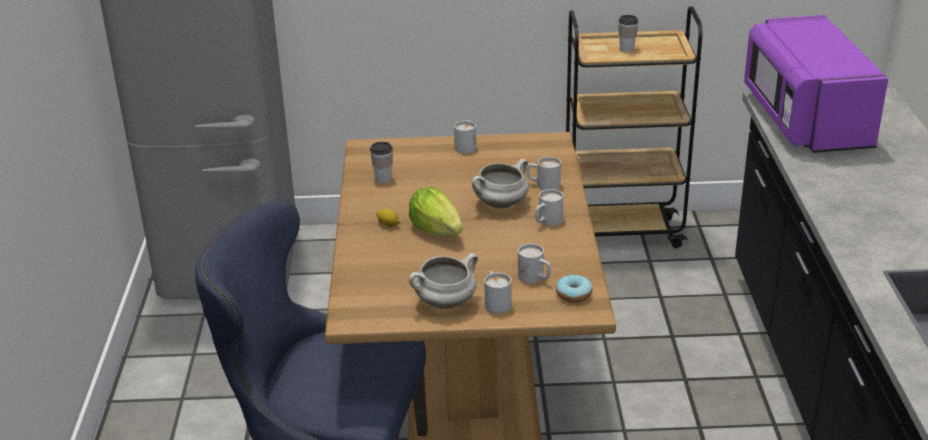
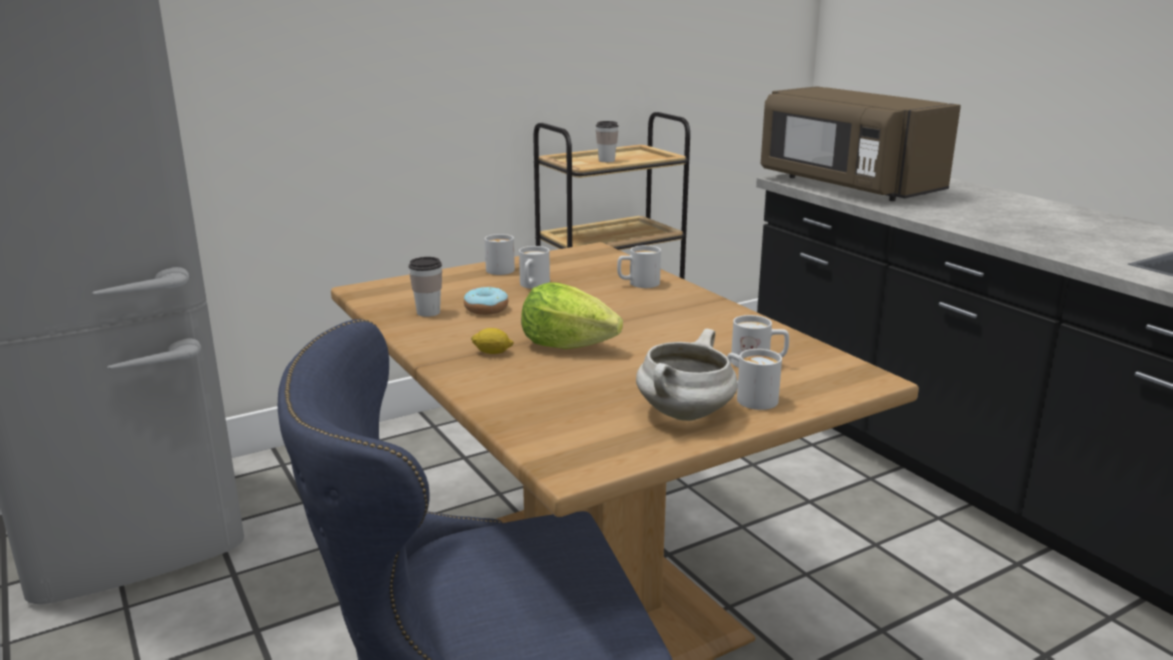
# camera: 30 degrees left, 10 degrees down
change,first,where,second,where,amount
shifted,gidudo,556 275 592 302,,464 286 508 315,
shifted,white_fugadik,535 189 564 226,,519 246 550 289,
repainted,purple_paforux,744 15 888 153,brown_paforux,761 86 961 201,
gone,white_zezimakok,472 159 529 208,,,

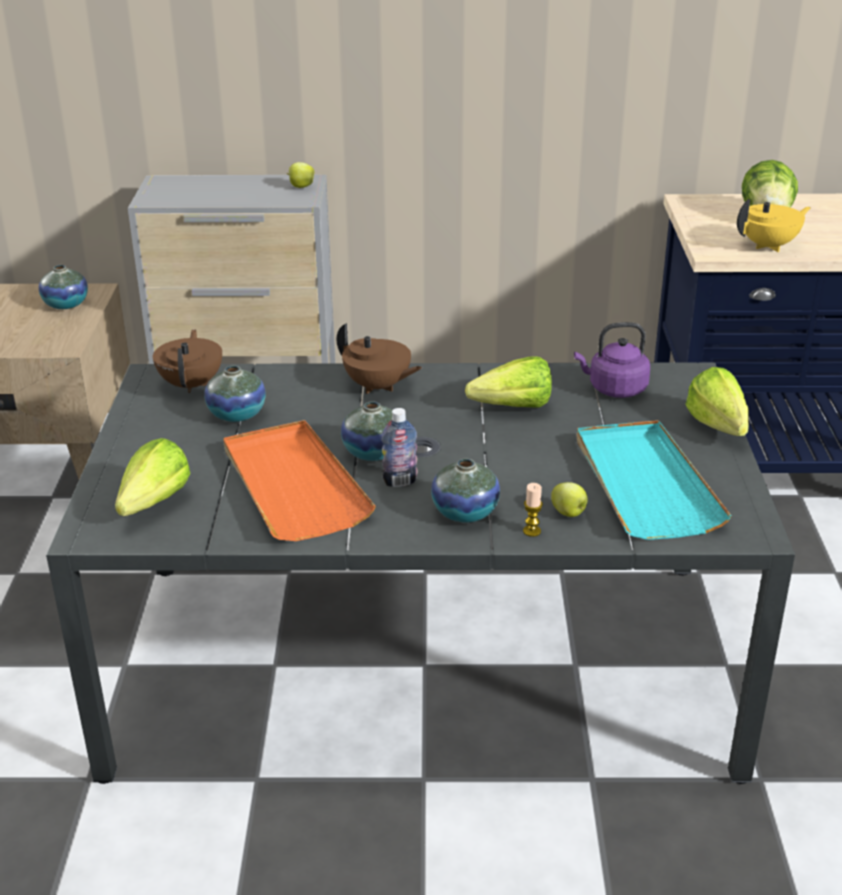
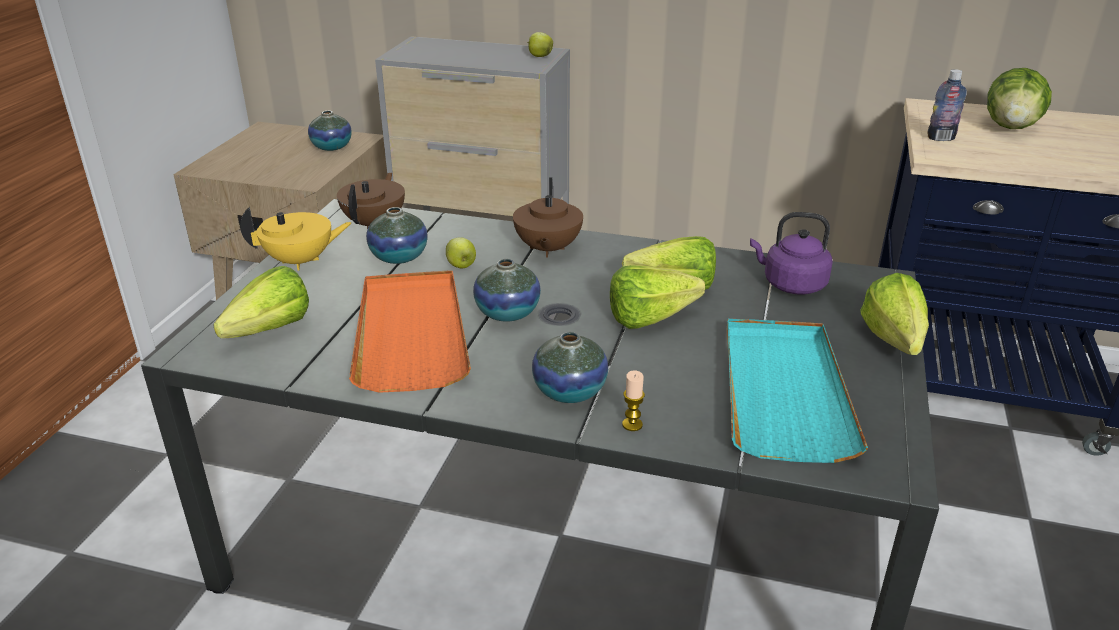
# camera: 15 degrees right, 0 degrees up
change,first,where,second,where,amount
shifted,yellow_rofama,737 199 811 252,,240 207 352 271,
shifted,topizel,551 482 588 517,,446 237 476 268,
rotated,brown_rofama,337 323 422 394,,513 177 583 258,45 degrees clockwise
new,,,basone,610 265 705 329,
shifted,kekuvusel,382 408 417 487,,928 69 967 141,

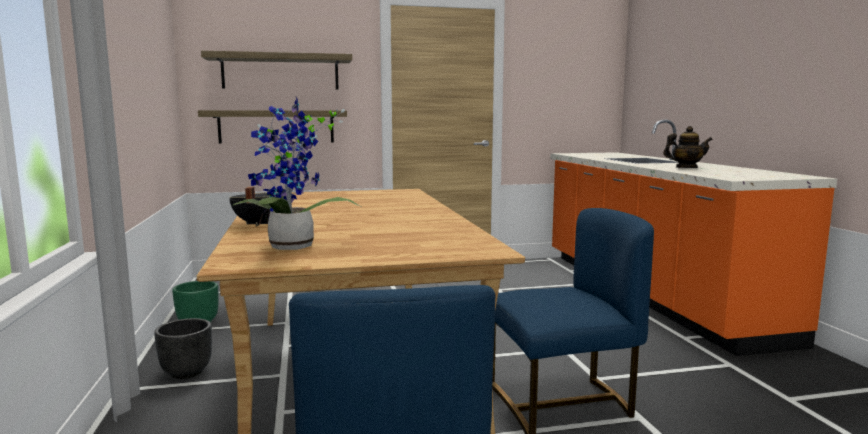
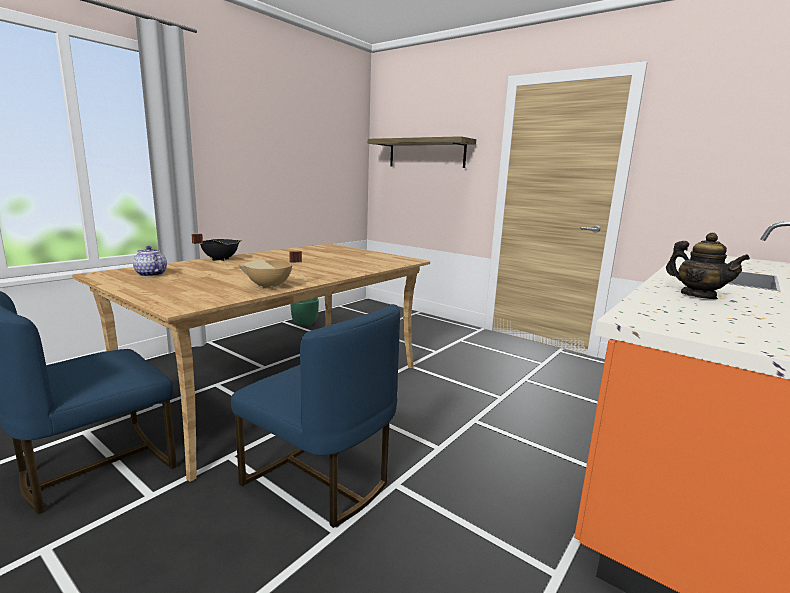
# camera: 50 degrees right, 5 degrees up
change,first,where,second,where,amount
swapped,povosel,232 97 360 250,rofama,133 246 167 277,
new,,,beige_zezimakok,238 251 302 290,
gone,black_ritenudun,154 318 212 379,,,
gone,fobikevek,198 110 347 144,,,

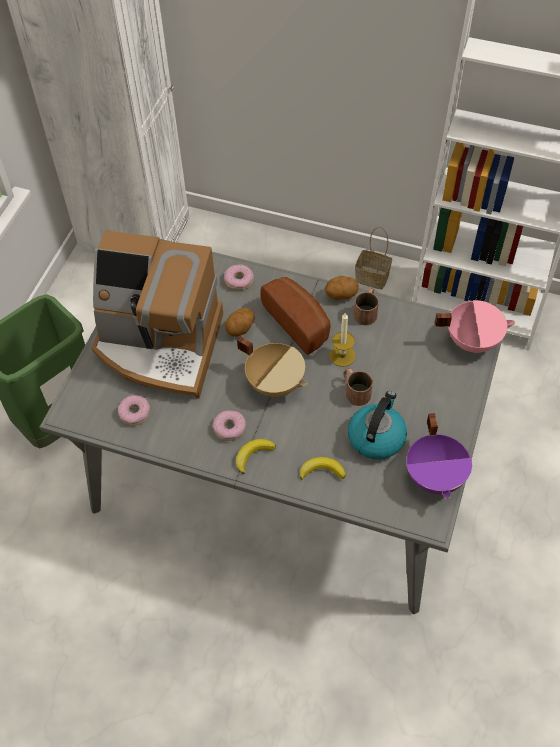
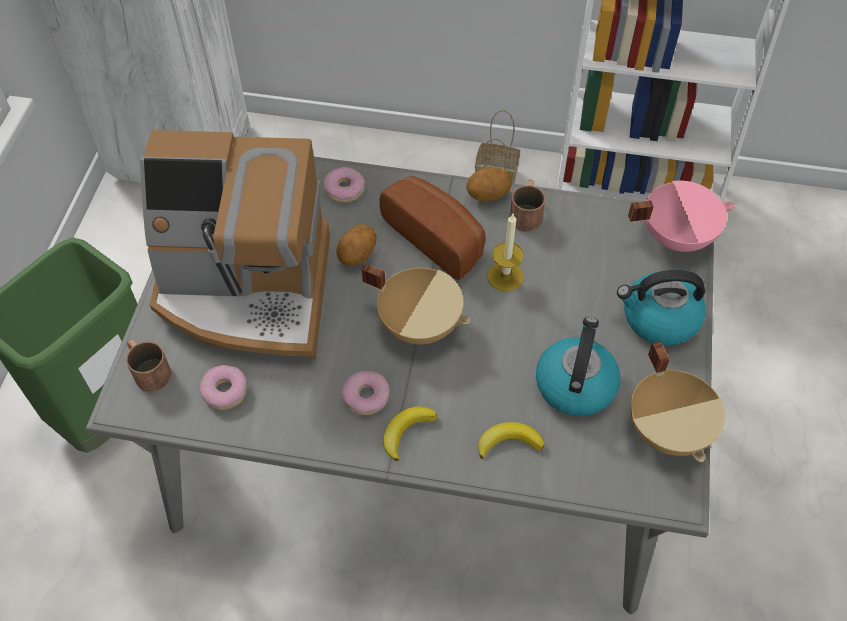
# camera: 10 degrees left, 0 degrees up
change,first,where,second,where,amount
shifted,brown_fugadik,343 368 373 406,,126 339 172 392,
new,,,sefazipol,617 270 706 346,
repainted,purple_zezimakok,406 413 472 499,beige_zezimakok,631 341 726 462,

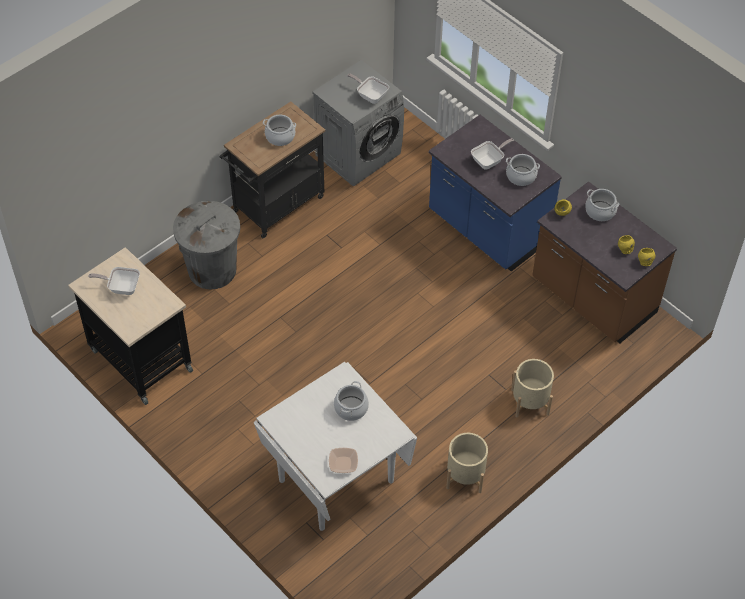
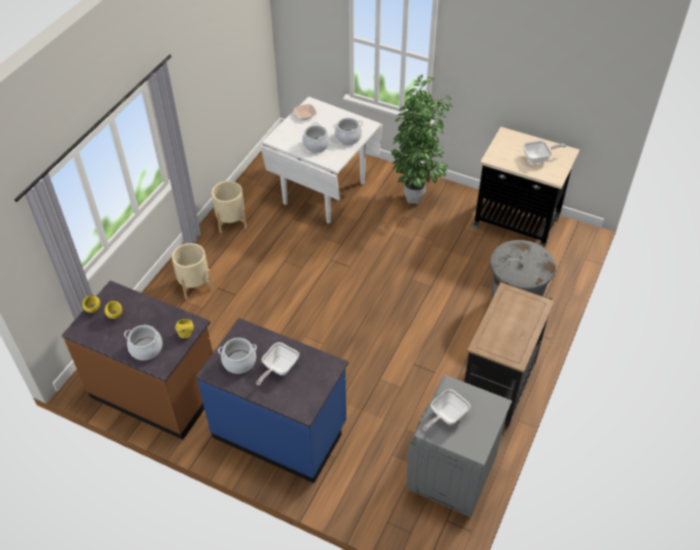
# camera: 160 degrees right, 5 degrees down
change,first,where,second,where,amount
shifted,zezimakok,263 114 296 146,,333 118 363 145,
new,,,povosel,390 75 453 204,
rotated,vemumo,347 73 389 104,,423 389 470 431,120 degrees clockwise

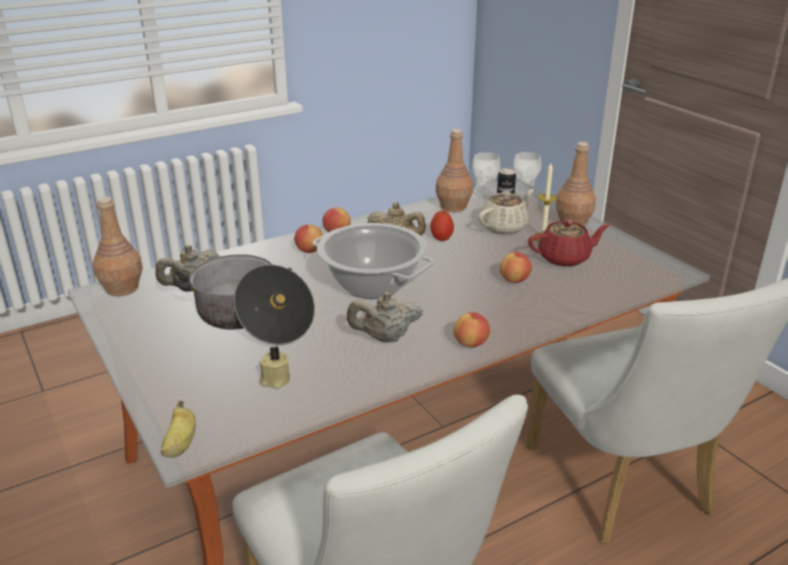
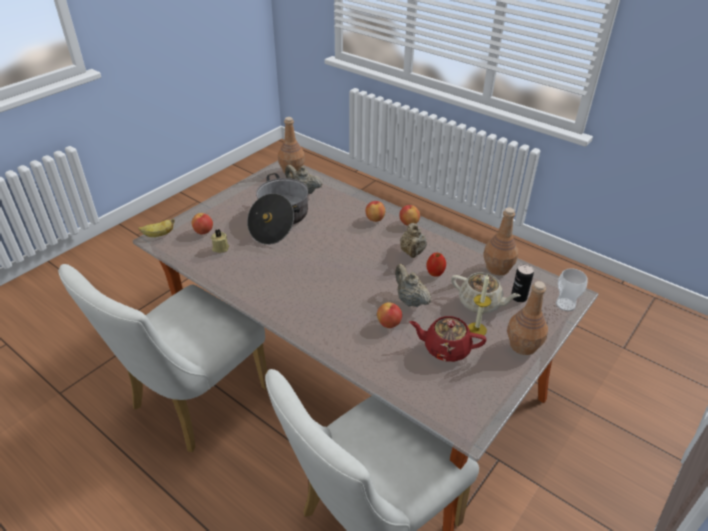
# camera: 70 degrees right, 10 degrees up
change,first,where,second,where,amount
shifted,topizel,453 312 490 347,,192 213 213 235,
shifted,beige_rofama,347 292 423 342,,395 264 431 307,
rotated,red_rofama,528 220 609 266,,409 316 486 362,135 degrees clockwise
gone,zezimakok,312 223 435 299,,,
gone,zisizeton,472 152 500 197,,,

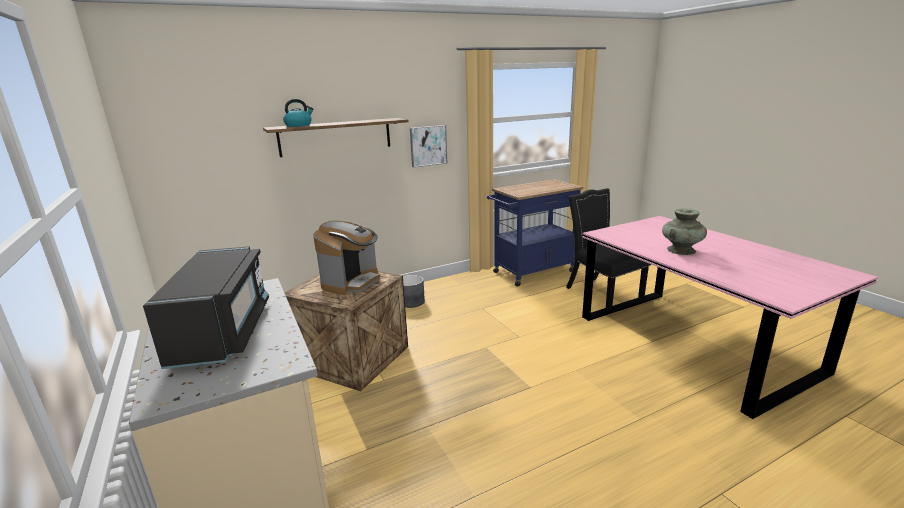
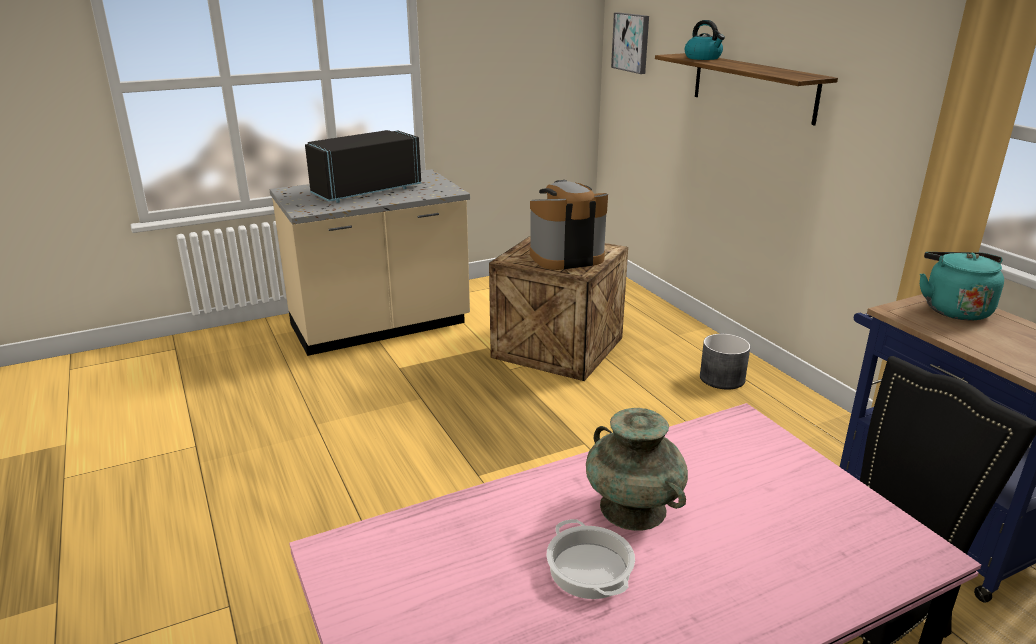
# camera: 90 degrees right, 5 degrees up
change,first,where,second,where,amount
rotated,black_paforux,143 246 269 369,,305 130 421 203,150 degrees clockwise
rotated,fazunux,313 221 380 295,,530 180 608 270,135 degrees clockwise
new,,,zezimakok,546 519 635 599,
shifted,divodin,410 125 447 167,,611 12 649 74,
new,,,turquoise_sefazipol,920 252 1004 321,

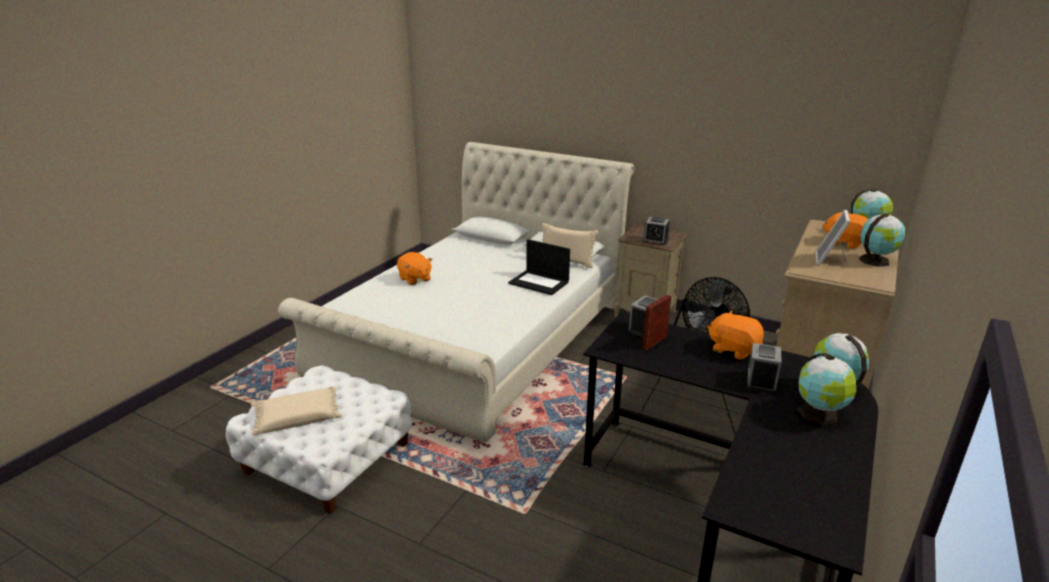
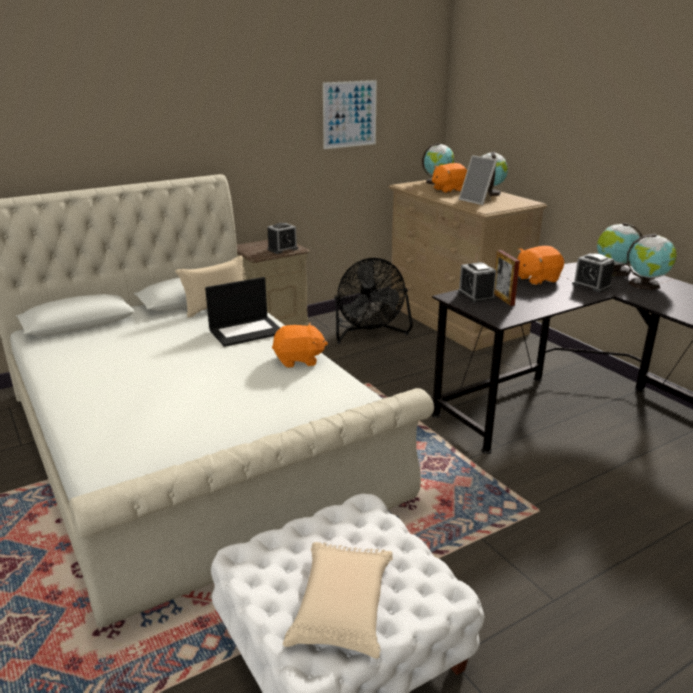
# camera: 60 degrees left, 0 degrees up
change,first,where,second,where,amount
shifted,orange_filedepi,397 252 432 285,,272 323 328 368,
new,,,divodin,323 80 377 149,

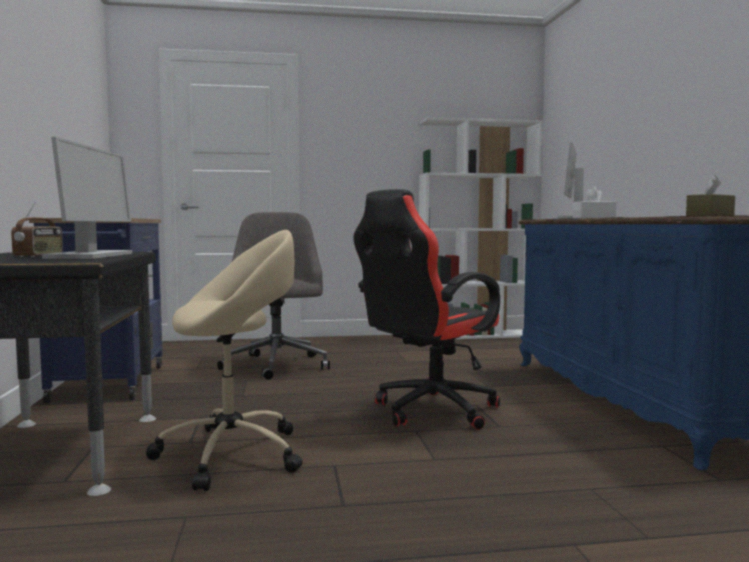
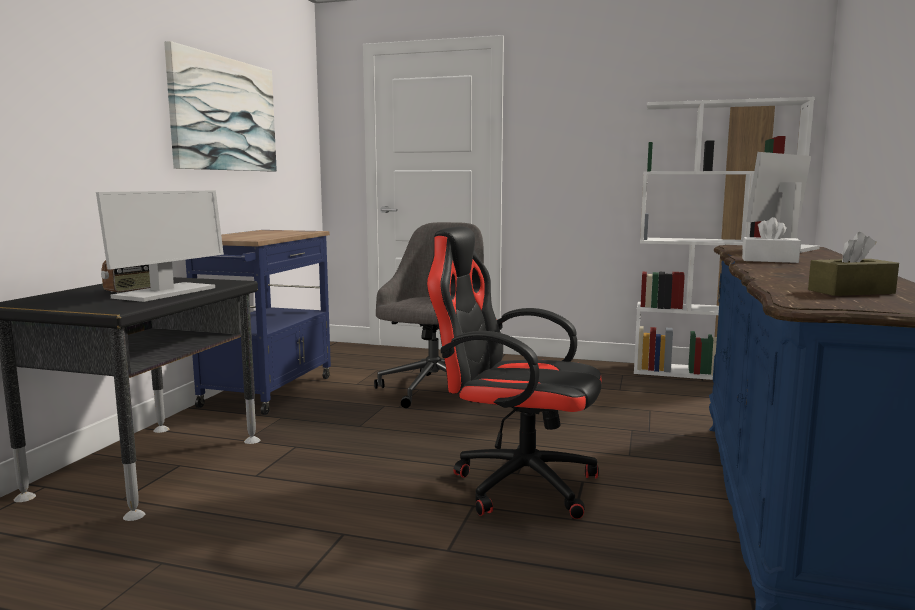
# camera: 25 degrees right, 5 degrees up
change,first,where,second,where,amount
new,,,divodin,164 41 277 172,
rotated,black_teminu,353 189 500 430,,427 226 602 519,45 degrees clockwise
gone,beige_teminu,146 230 303 491,,,

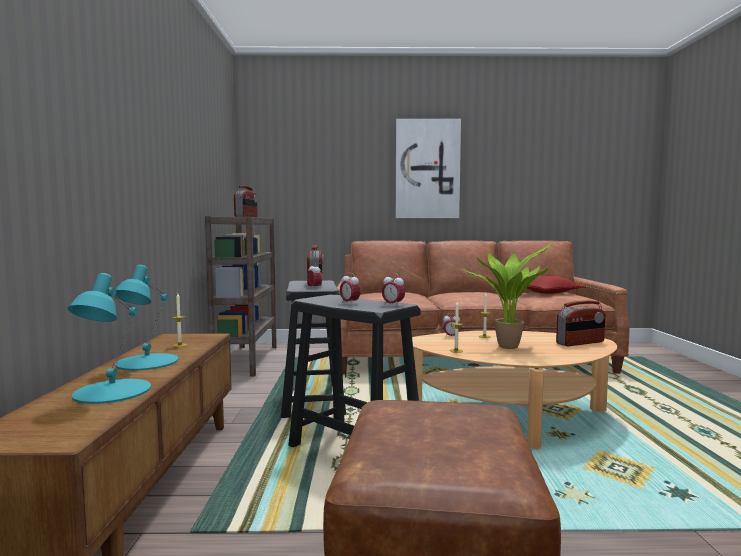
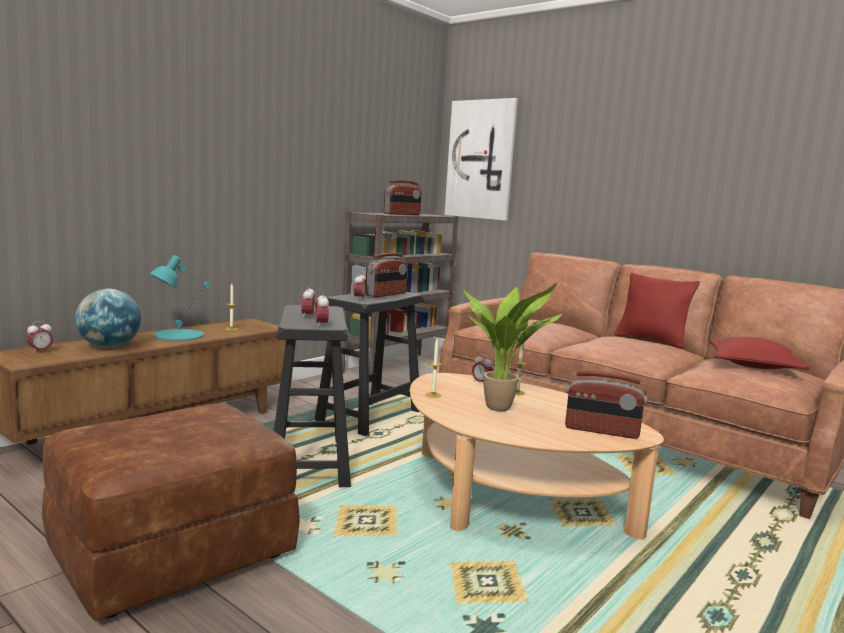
# camera: 40 degrees right, 5 degrees up
change,first,where,second,where,amount
new,,,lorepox,27 321 53 354,
swapped,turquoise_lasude,68 273 151 404,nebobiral,75 289 141 348,
shifted,divodin,396 119 461 218,,444 98 518 221,
new,,,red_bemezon,615 273 700 348,

